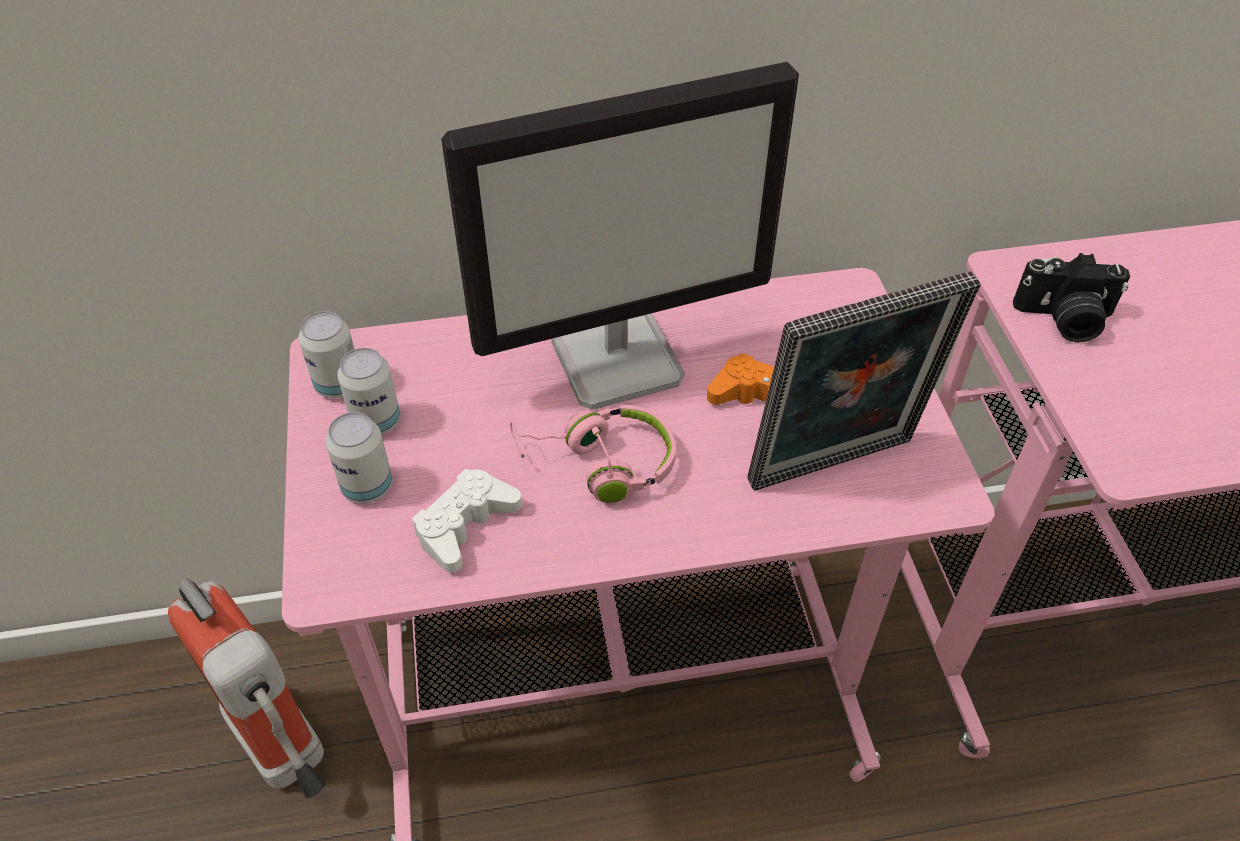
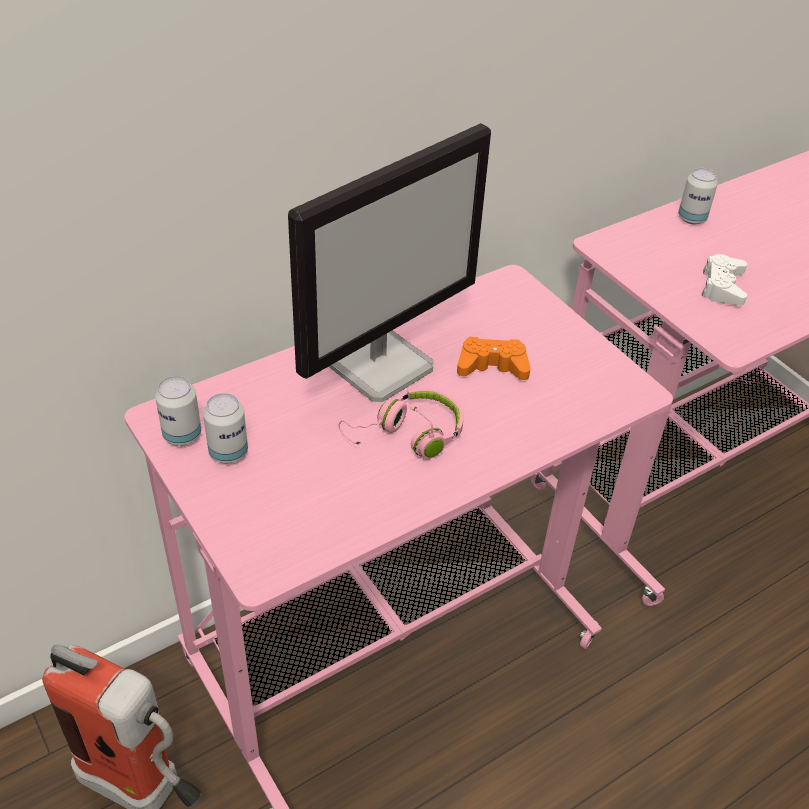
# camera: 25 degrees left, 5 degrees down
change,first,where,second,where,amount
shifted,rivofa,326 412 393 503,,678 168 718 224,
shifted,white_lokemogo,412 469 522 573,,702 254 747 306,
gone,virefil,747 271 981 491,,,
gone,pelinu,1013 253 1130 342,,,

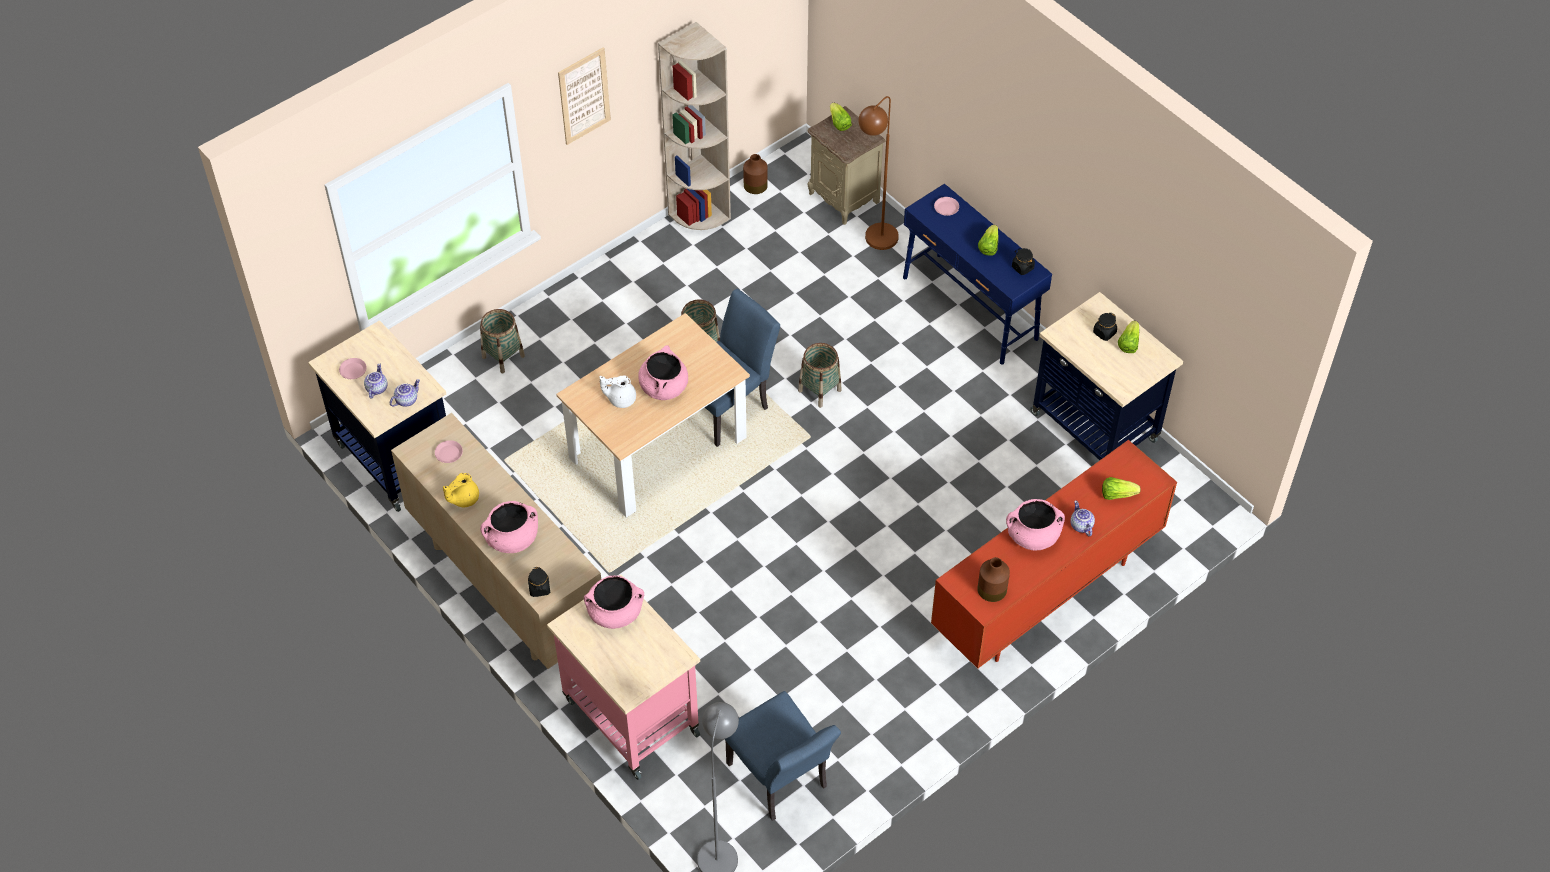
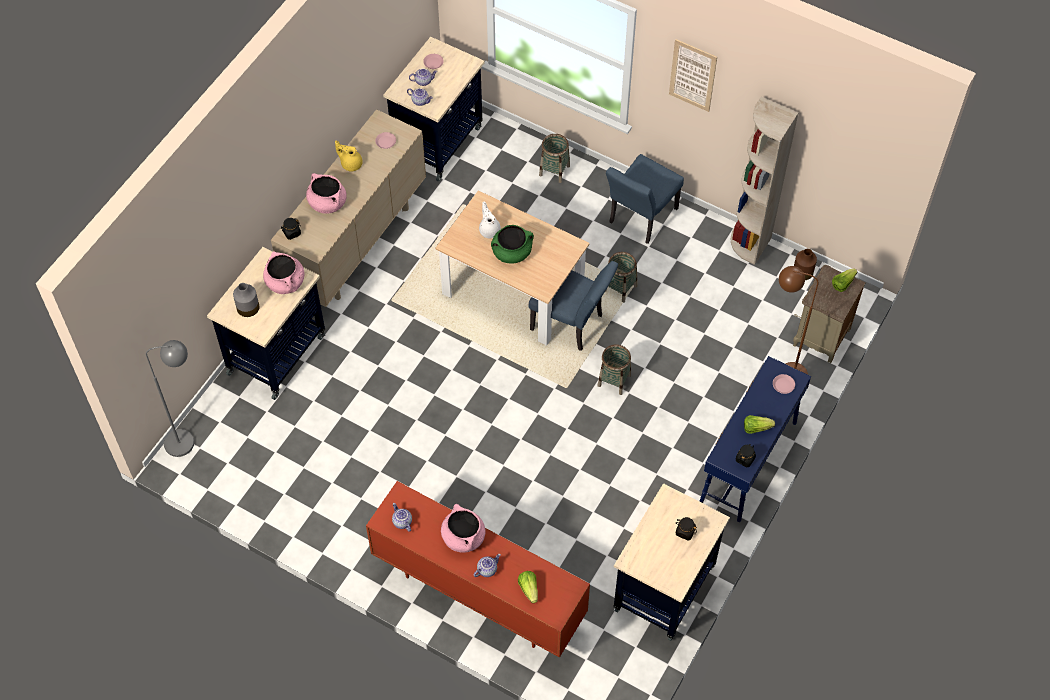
# camera: 70 degrees right, 5 degrees up
change,first,where,second,where,amount
repainted,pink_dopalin,547 575 700 780,blue_dopalin,207 247 325 400,
new,,,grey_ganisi,233 283 259 317,
swapped,brown_ganisi,977 557 1010 602,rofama,392 503 412 532,
repainted,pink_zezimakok,638 345 688 400,green_zezimakok,491 225 534 264,
shifted,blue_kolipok,725 691 841 821,,606 154 684 244,
gone,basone,1118 320 1139 353,,,

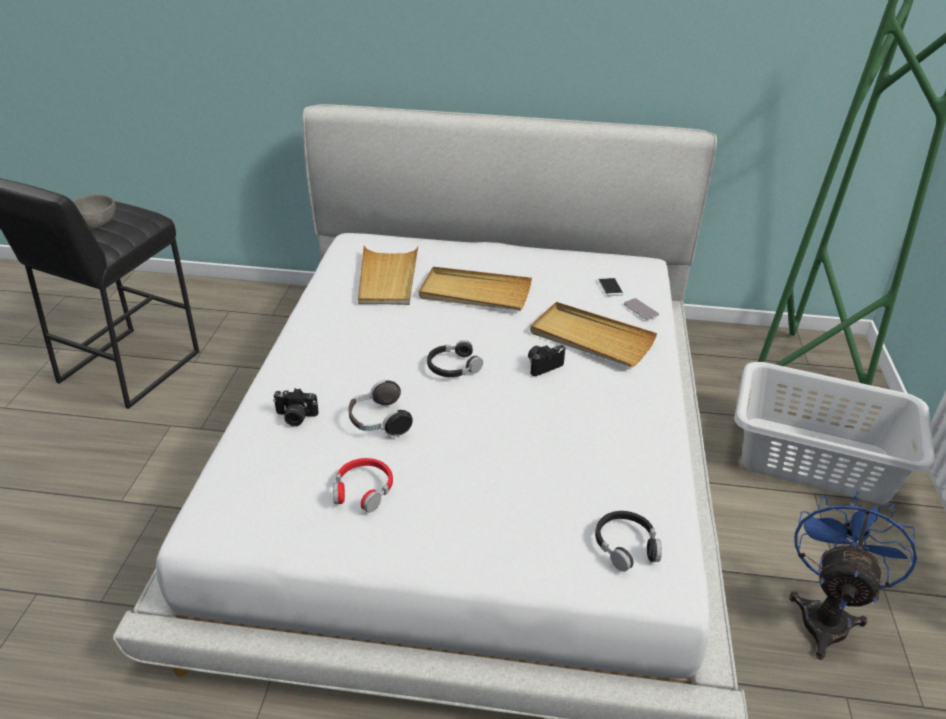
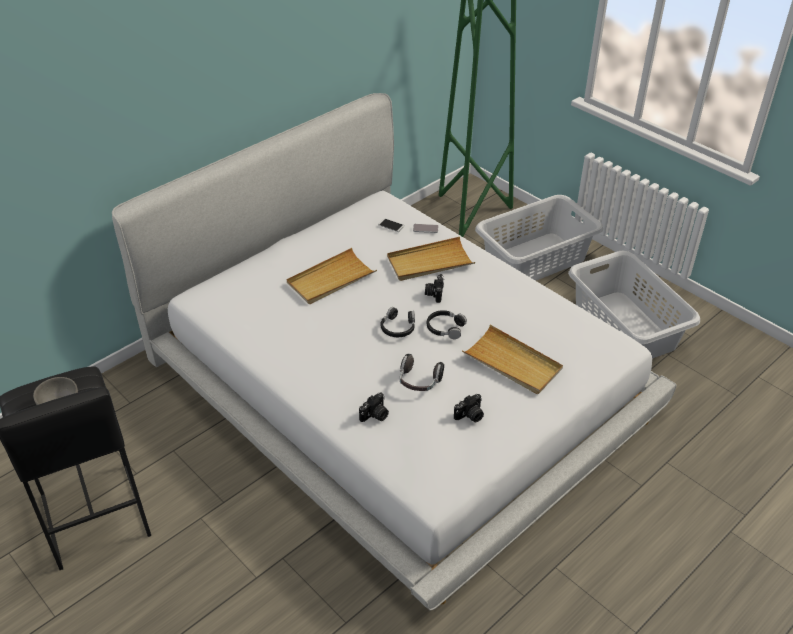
# camera: 50 degrees left, 5 degrees up
change,first,where,second,where,amount
shifted,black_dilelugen,595 511 662 572,,427 310 467 339,
swapped,red_dilelugen,333 458 393 512,pelinu,454 394 484 422,
shifted,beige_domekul,358 245 418 305,,462 325 563 394,
swapped,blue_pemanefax,789 491 917 660,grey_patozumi,568 251 700 359,

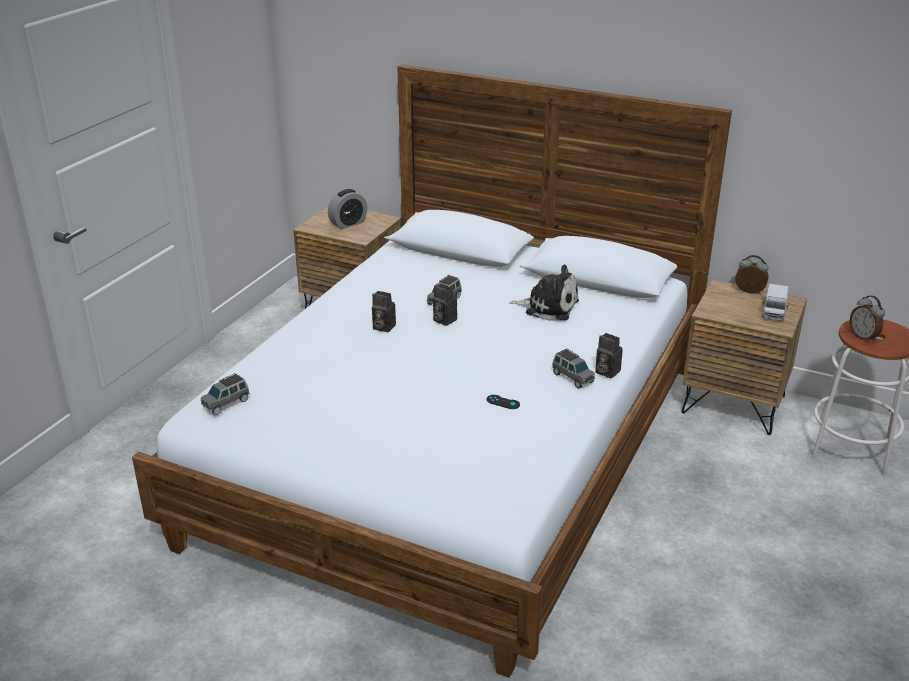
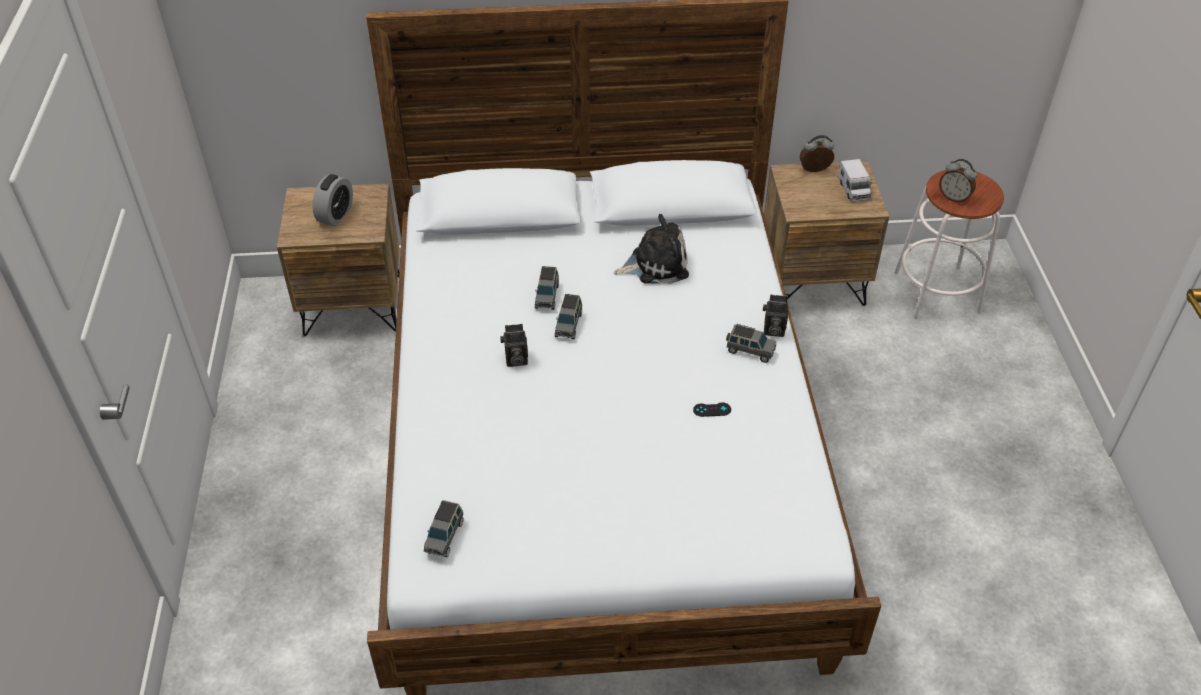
# camera: 30 degrees left, 15 degrees up
change,first,where,second,where,amount
swapped,pelinu,433 284 457 326,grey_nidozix,555 294 582 339,

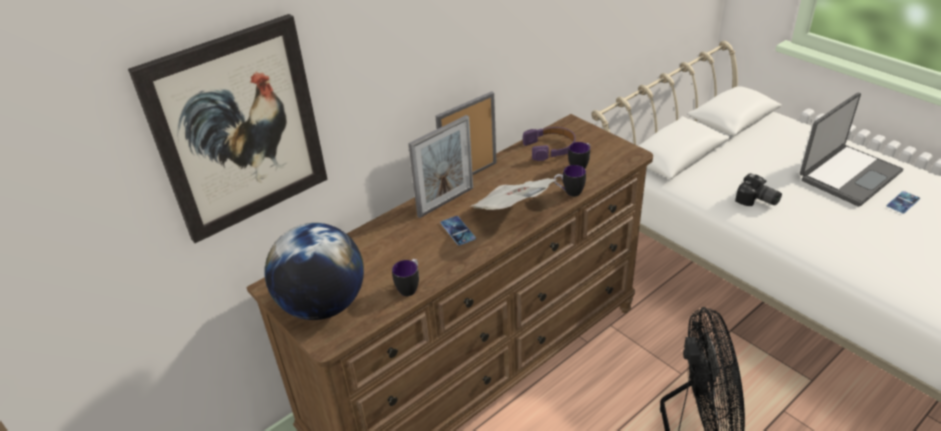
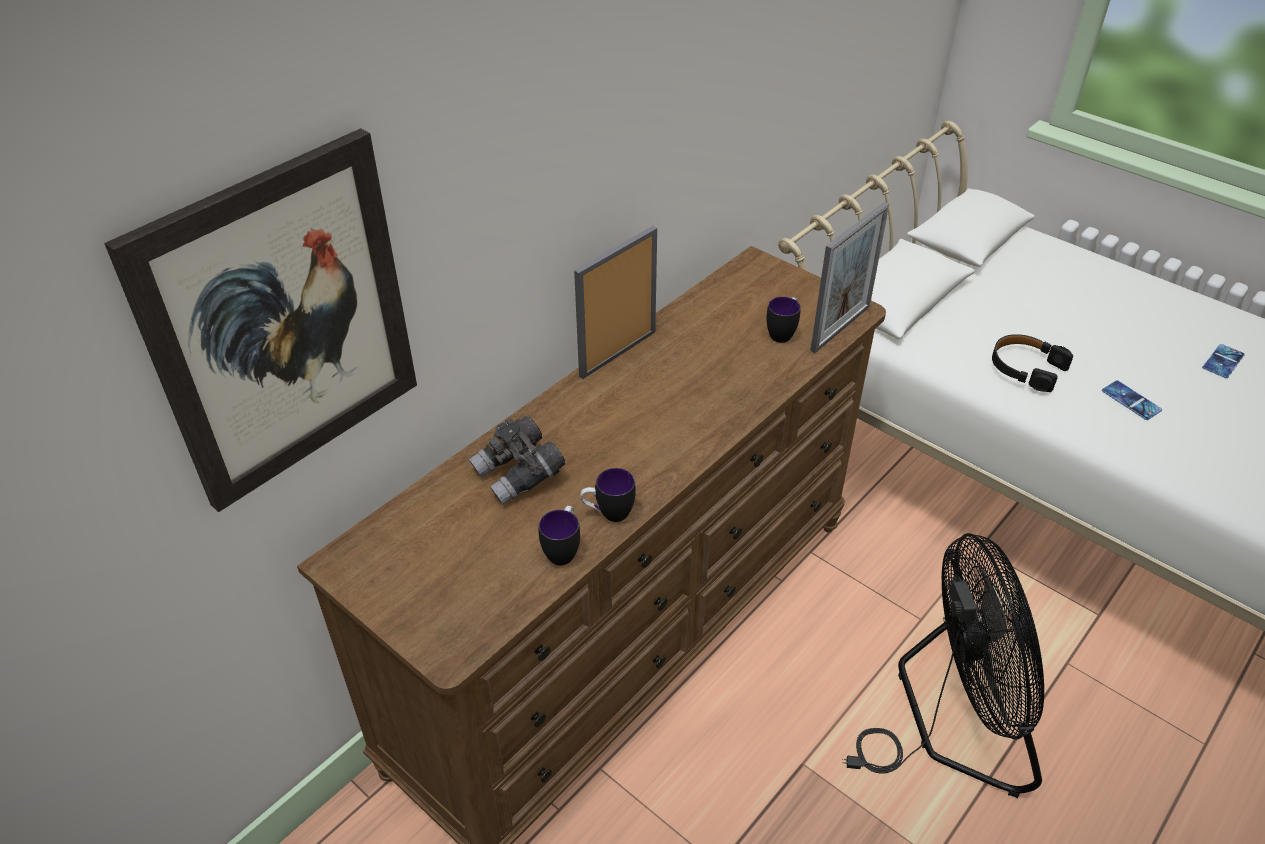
# camera: 10 degrees left, 5 degrees up
change,first,where,second,where,amount
new,,,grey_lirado,469 416 565 505,
shifted,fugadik,554 165 586 197,,580 468 636 522,
shifted,virefil,409 115 473 218,,810 202 890 353,
swapped,pelinu,735 173 782 206,black_dilelugen,992 334 1073 392,
shifted,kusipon,440 216 476 246,,1102 380 1162 420,
gone,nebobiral,265 223 364 320,,,
gone,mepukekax,470 178 557 210,,,
gone,purple_dilelugen,523 127 575 161,,,
gone,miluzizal,800 92 903 206,,,

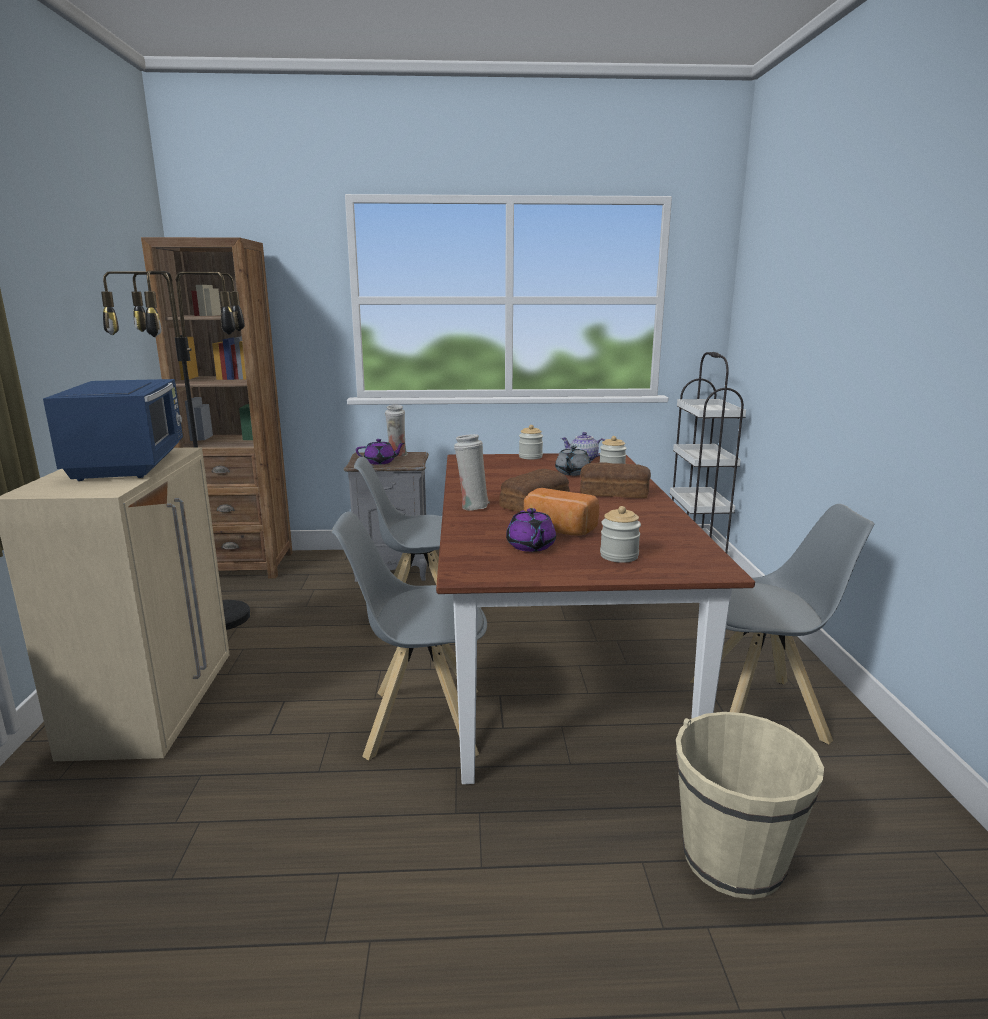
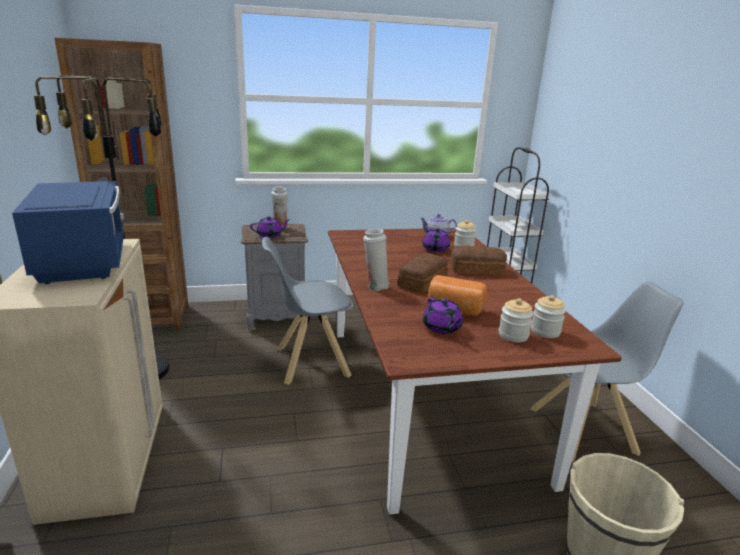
# camera: 10 degrees left, 5 degrees up
change,first,where,second,where,amount
repainted,grey_rofama,555 445 591 476,purple_rofama,422 228 450 252,
shifted,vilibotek,519 425 543 459,,531 295 566 338,
gone,grey_kolipok,331 511 487 761,,,

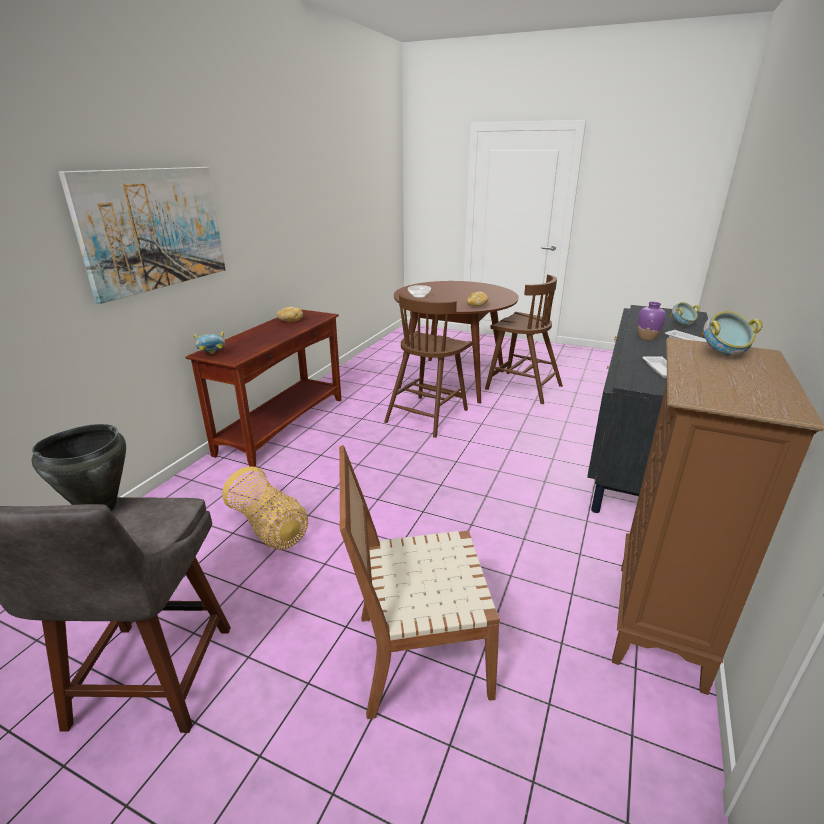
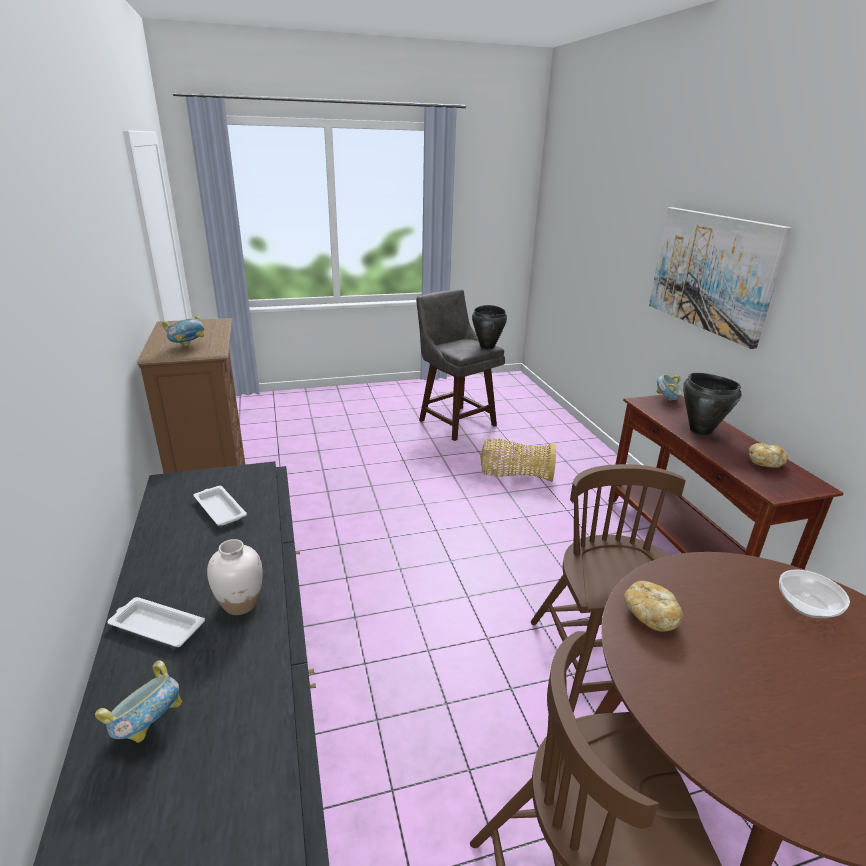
# camera: 140 degrees right, 0 degrees up
change,first,where,second,where,amount
repainted,purple_ganisi,637 302 666 341,white_ganisi,207 539 263 615,
new,,,black_zezimakok,683 373 742 435,
gone,kolipok,339 445 500 719,,,

